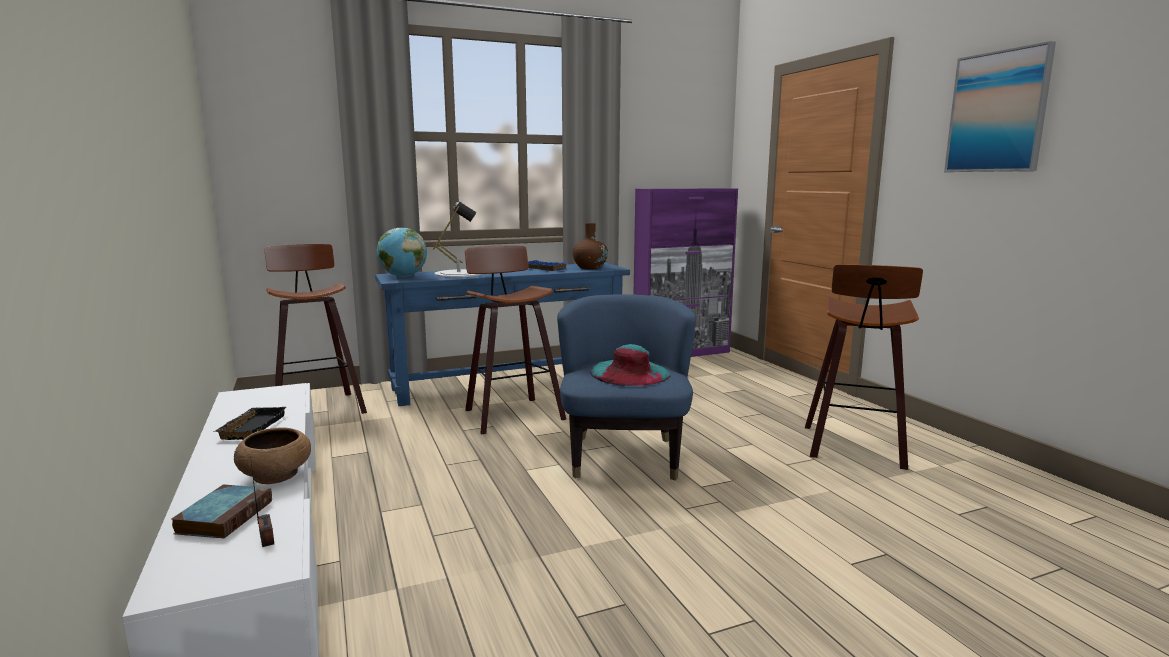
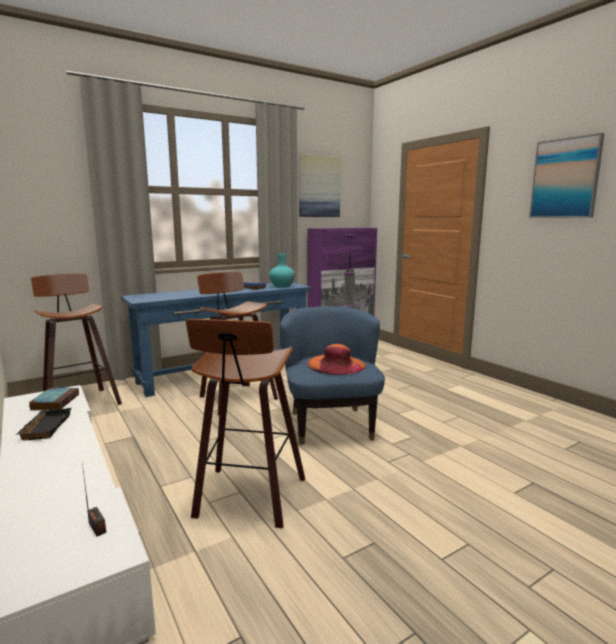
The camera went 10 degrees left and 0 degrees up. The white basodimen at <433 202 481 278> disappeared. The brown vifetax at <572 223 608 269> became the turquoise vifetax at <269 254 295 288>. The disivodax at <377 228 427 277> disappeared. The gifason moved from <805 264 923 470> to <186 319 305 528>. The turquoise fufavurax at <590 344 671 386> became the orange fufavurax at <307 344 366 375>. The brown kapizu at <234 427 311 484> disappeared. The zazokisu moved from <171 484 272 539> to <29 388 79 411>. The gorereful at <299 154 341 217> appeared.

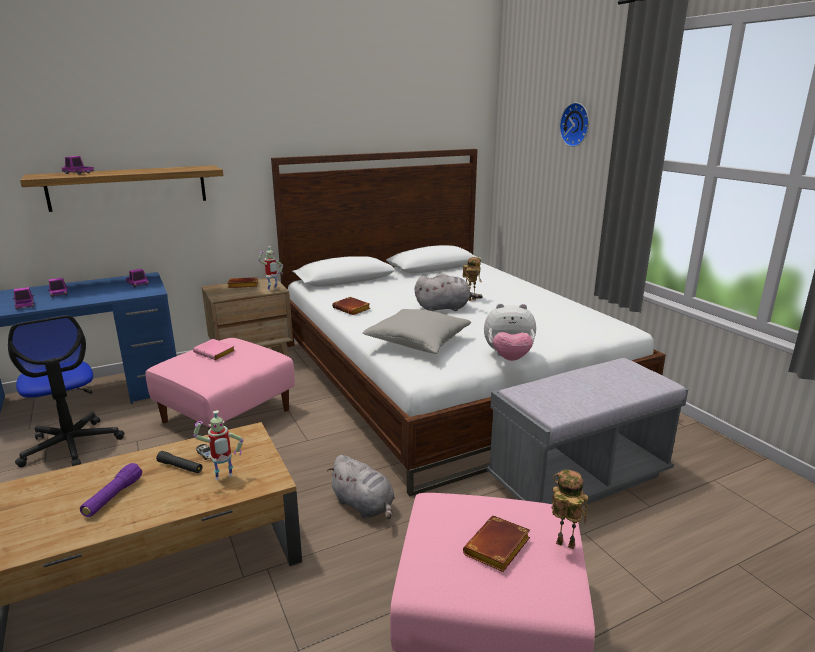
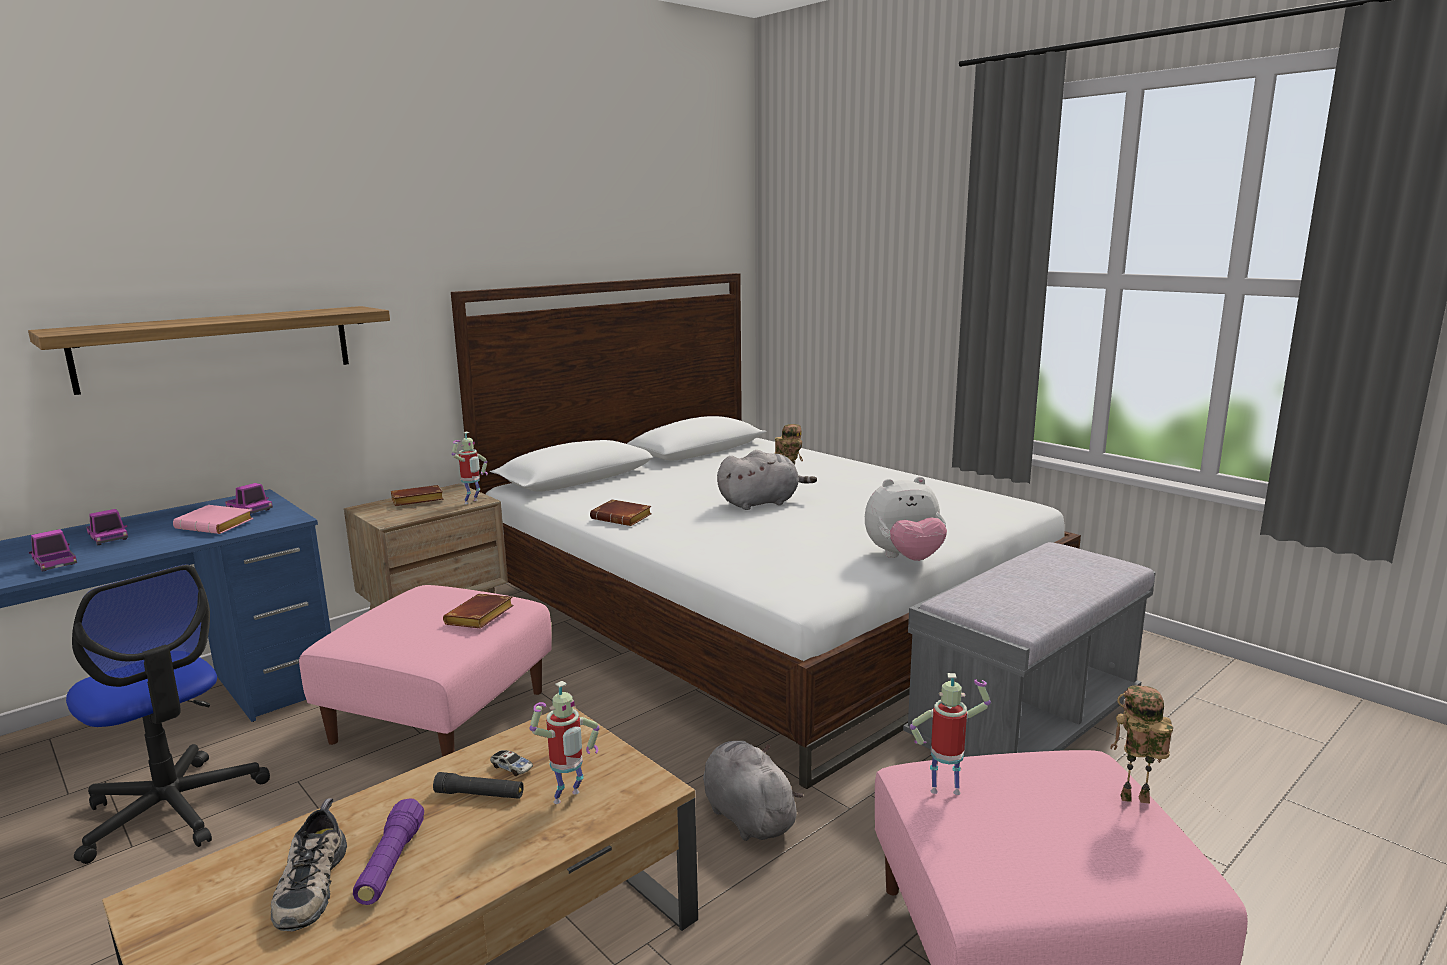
The camera went 15 degrees left and 5 degrees down. The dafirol at <559 102 589 147> disappeared. The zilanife at <62 156 94 175> disappeared. The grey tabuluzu at <362 309 471 354> disappeared. The pink zazokisu moved from <193 339 235 360> to <173 505 253 534>. The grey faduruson at <327 455 395 519> turned 150 degrees counterclockwise. The brown zazokisu moved from <463 516 530 572> to <443 593 514 628>. The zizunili at <910 673 991 795> appeared. The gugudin at <271 798 347 932> appeared.

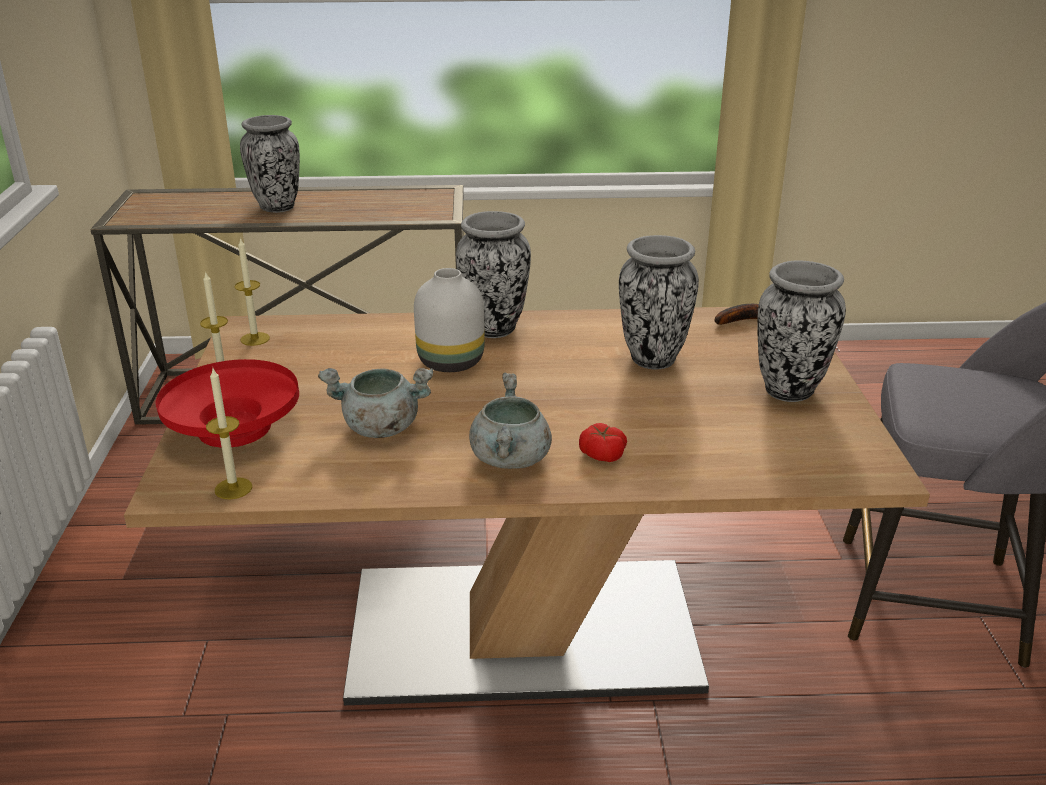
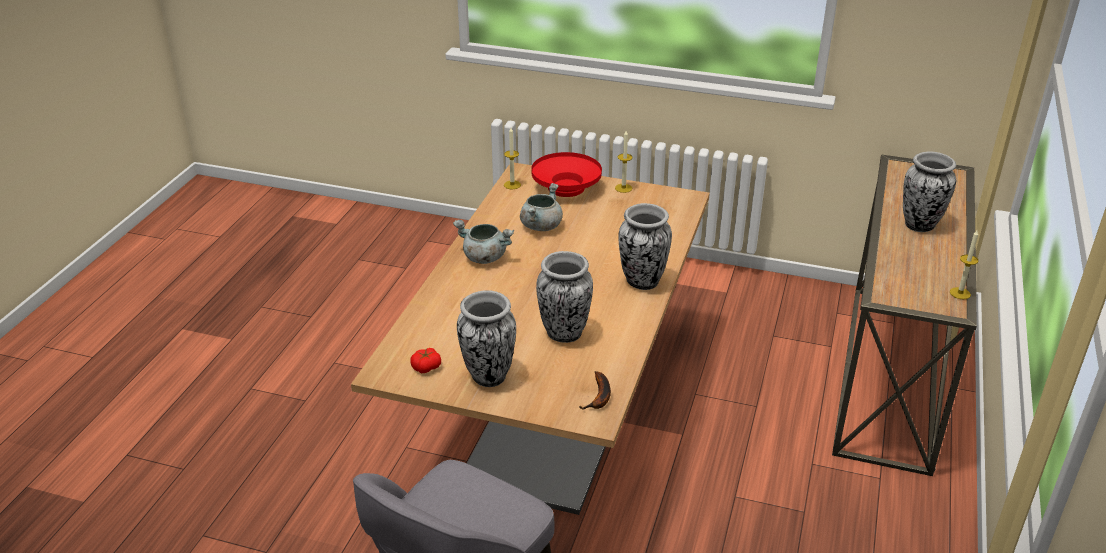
The camera went 110 degrees right and 5 degrees up. The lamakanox moved from <235 237 270 346> to <950 231 978 300>. The white vifetax at <414 268 485 372> disappeared. The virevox moved from <579 423 627 462> to <410 348 441 373>.

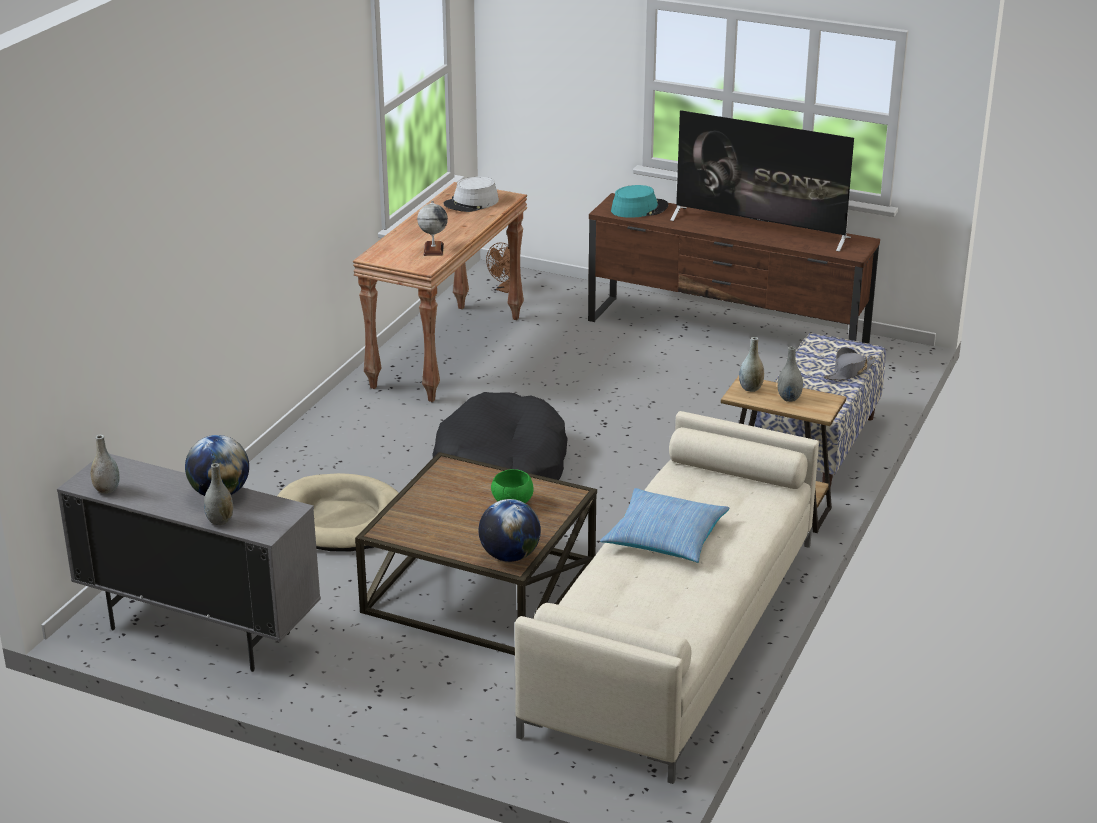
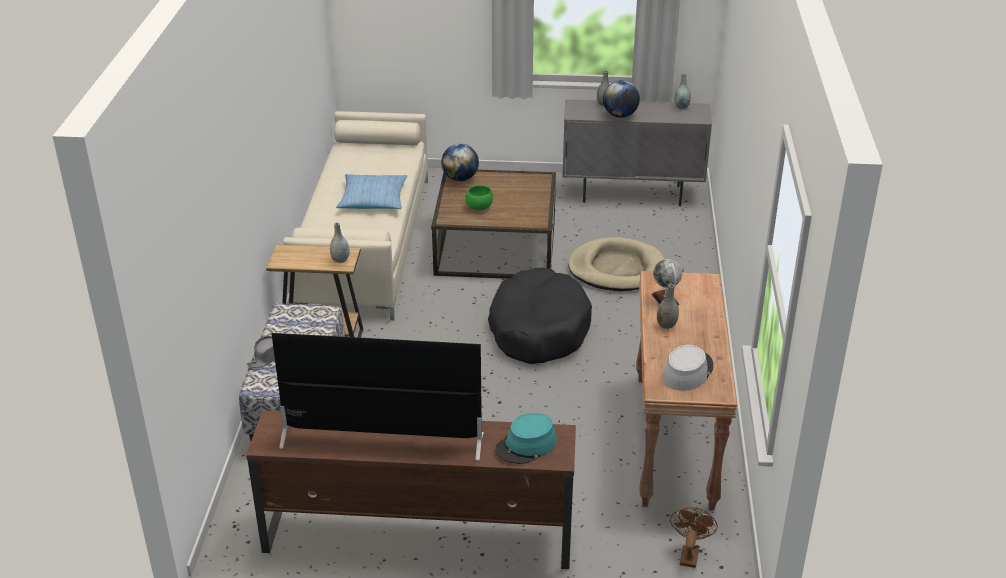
The camera went 160 degrees right and 5 degrees up. The grey vifetax moved from <778 346 803 402> to <657 284 679 329>.

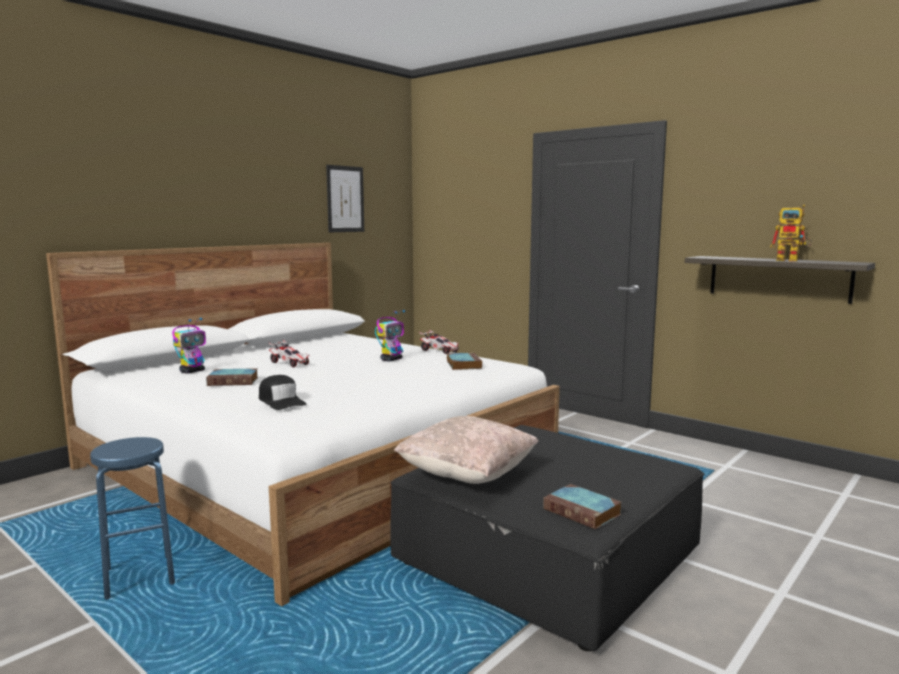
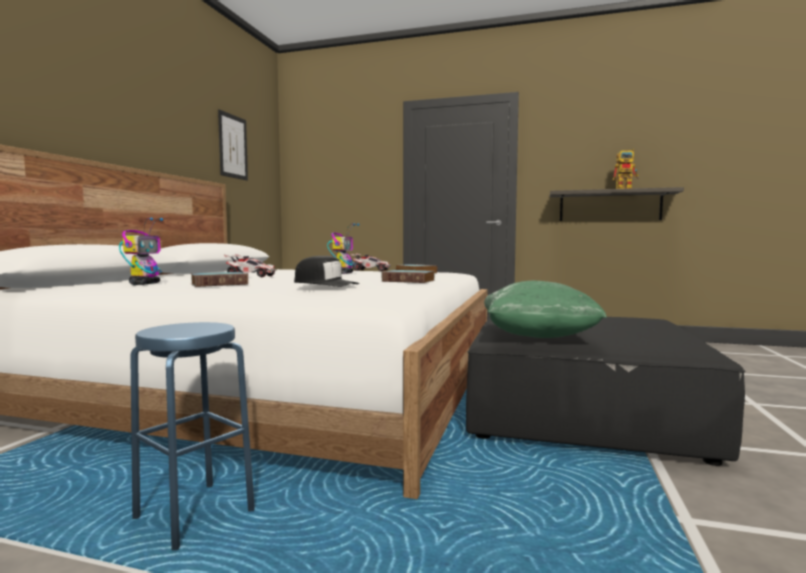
The camera went 25 degrees left and 5 degrees down. The beige tabuluzu at <394 416 539 484> became the green tabuluzu at <484 281 607 338>. The zazokisu moved from <543 484 621 529> to <382 270 435 283>.

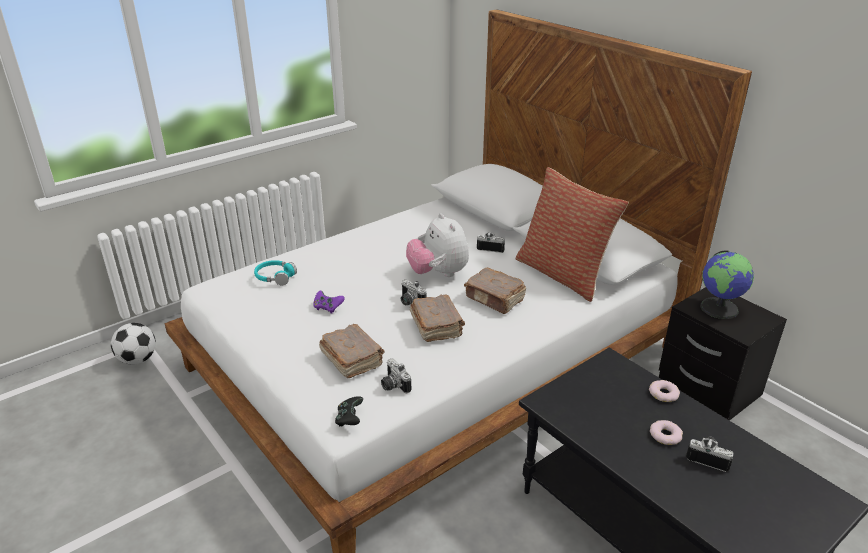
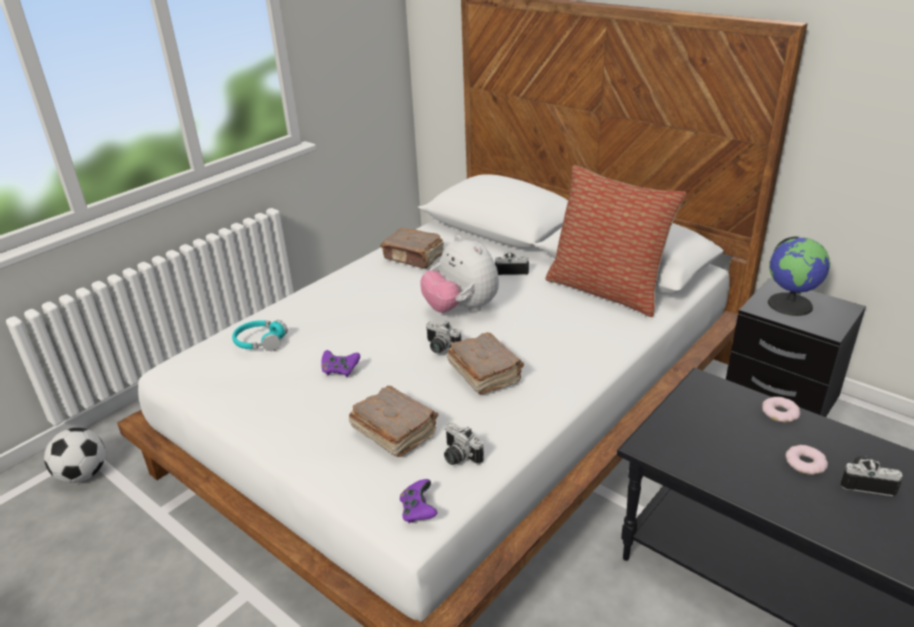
The camera went 10 degrees left and 0 degrees up. The brown zazokisu moved from <464 267 526 314> to <380 228 444 269>. The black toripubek at <335 396 363 427> became the purple toripubek at <400 479 437 523>.

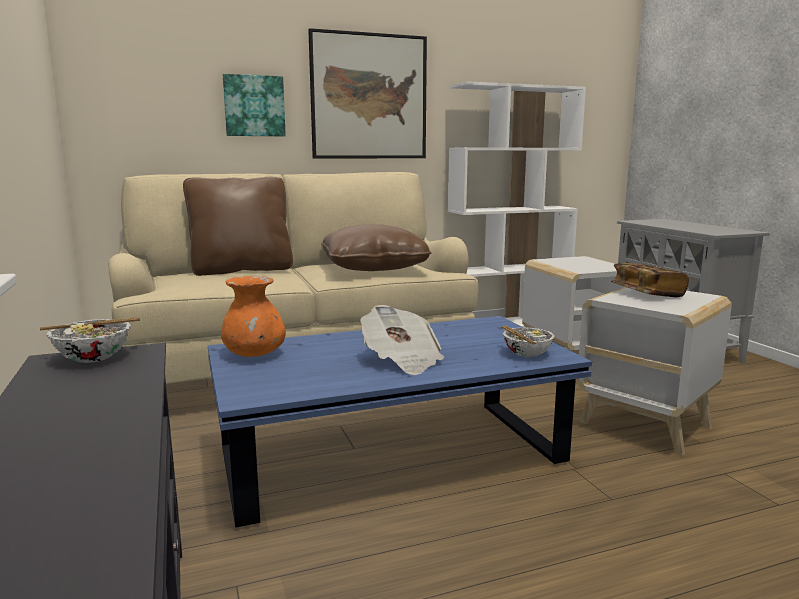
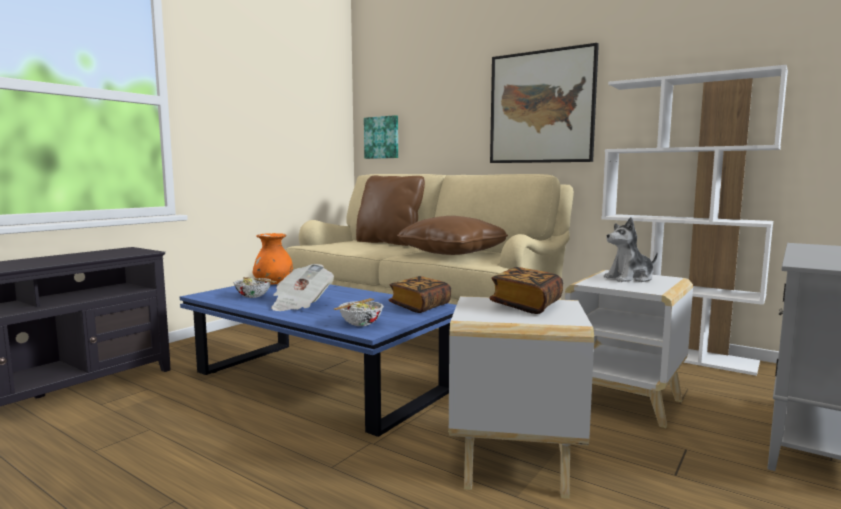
The camera went 55 degrees right and 5 degrees down. The gorereful moved from <223 74 286 137> to <364 115 398 159>. The kapizu moved from <40 317 140 363> to <234 277 277 298>. The faduruson at <604 217 658 282> appeared. The zazokisu at <389 276 451 313> appeared.

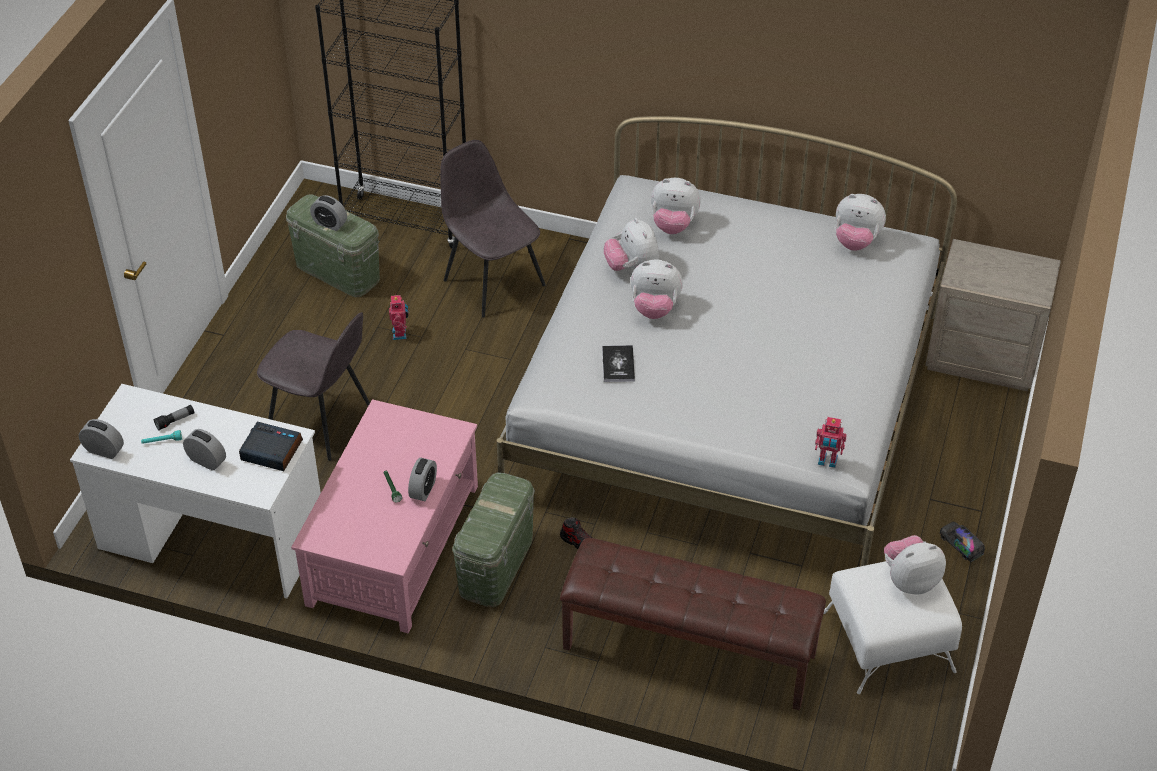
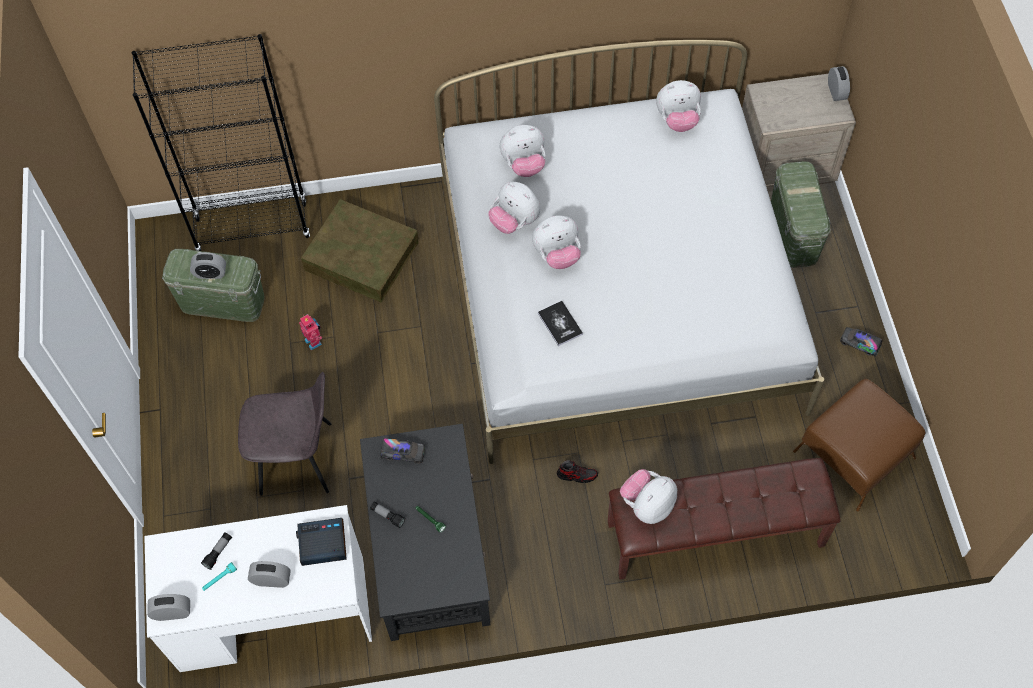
The camera went 25 degrees left and 15 degrees up. The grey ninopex at <440 140 546 318> was replaced by the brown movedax at <301 199 418 302>. The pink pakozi at <291 399 478 633> became the black pakozi at <360 424 491 641>. The zizunili at <815 417 847 468> disappeared. The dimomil moved from <408 457 437 501> to <828 66 850 101>. The green movedax moved from <452 472 535 607> to <771 161 831 268>. The faduruson moved from <884 535 946 595> to <620 469 677 524>. The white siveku at <824 561 962 694> became the brown siveku at <793 379 925 512>. The zilanife at <380 438 425 464> appeared. The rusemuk at <370 501 406 528> appeared.

